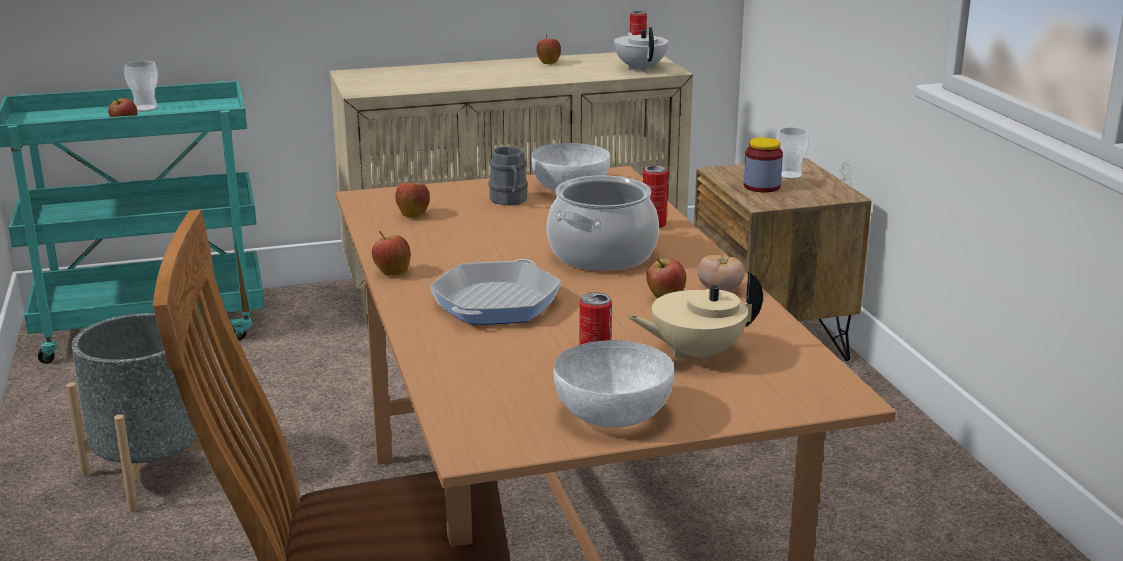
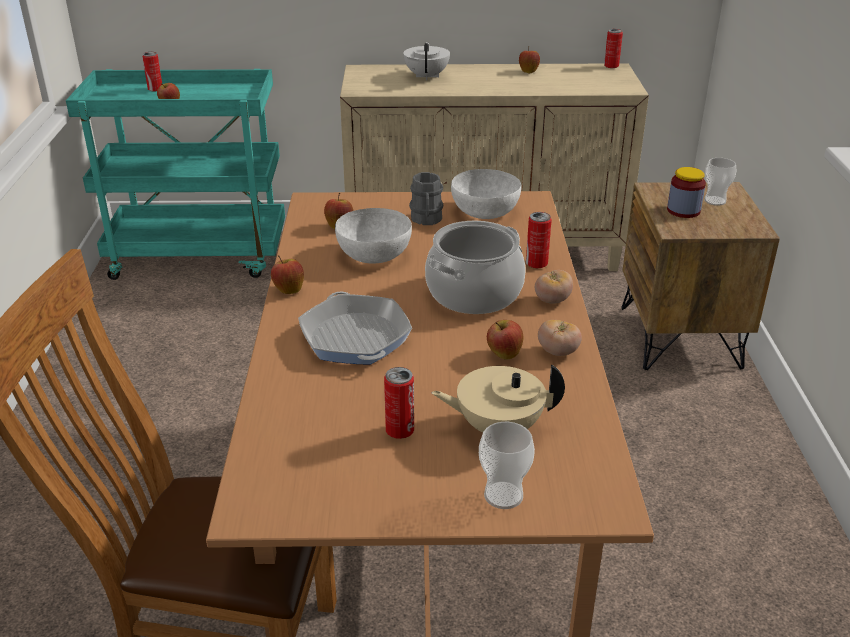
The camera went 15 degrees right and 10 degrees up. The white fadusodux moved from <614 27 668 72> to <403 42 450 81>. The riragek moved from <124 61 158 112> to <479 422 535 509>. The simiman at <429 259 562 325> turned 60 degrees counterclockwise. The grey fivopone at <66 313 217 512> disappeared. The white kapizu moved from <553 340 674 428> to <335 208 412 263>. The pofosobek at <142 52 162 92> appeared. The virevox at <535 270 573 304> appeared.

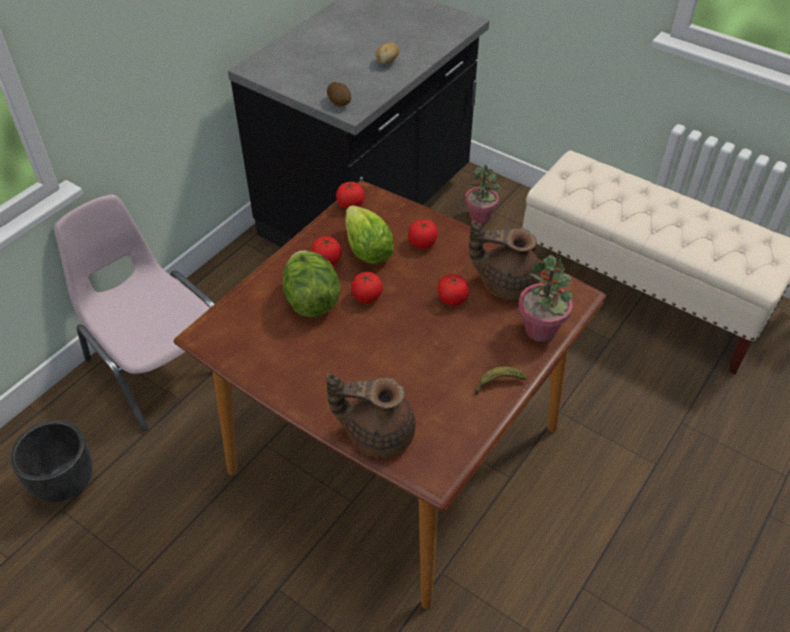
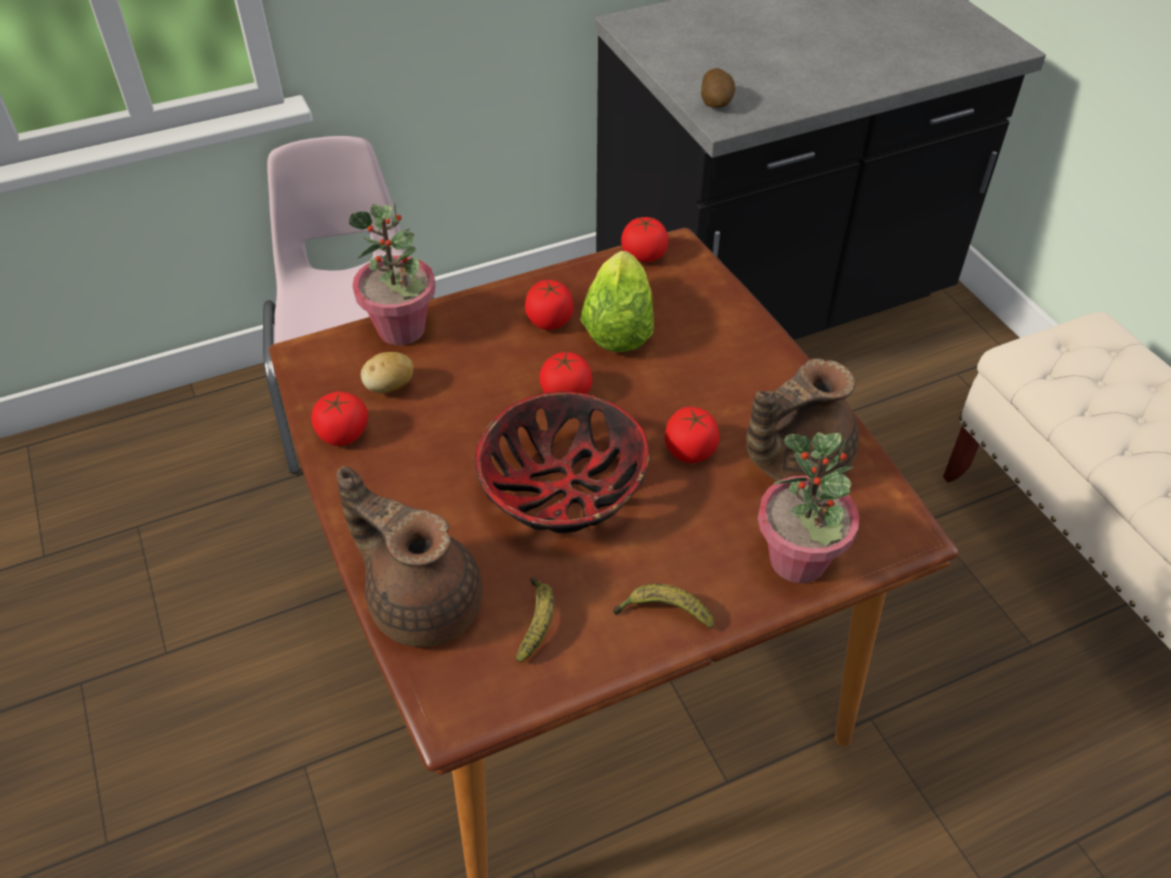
The camera went 30 degrees right and 0 degrees up. The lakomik moved from <376 43 399 65> to <361 352 413 393>. The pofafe moved from <465 165 500 224> to <349 203 436 345>. The virevox moved from <408 219 438 249> to <311 392 368 446>. The brown fadusodux at <469 220 541 300> turned 75 degrees counterclockwise. The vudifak at <282 250 341 317> disappeared. The black fivopone at <10 420 93 502> disappeared. The kapizu at <475 391 650 533> appeared. The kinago at <516 577 554 662> appeared.

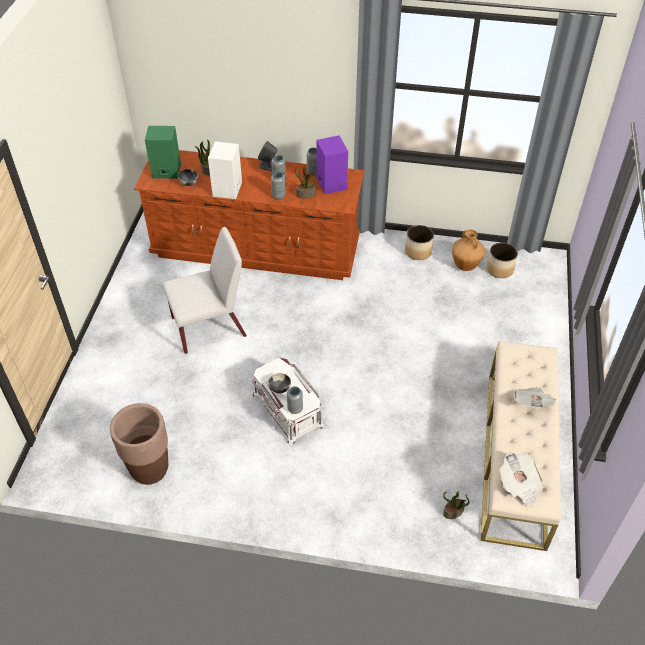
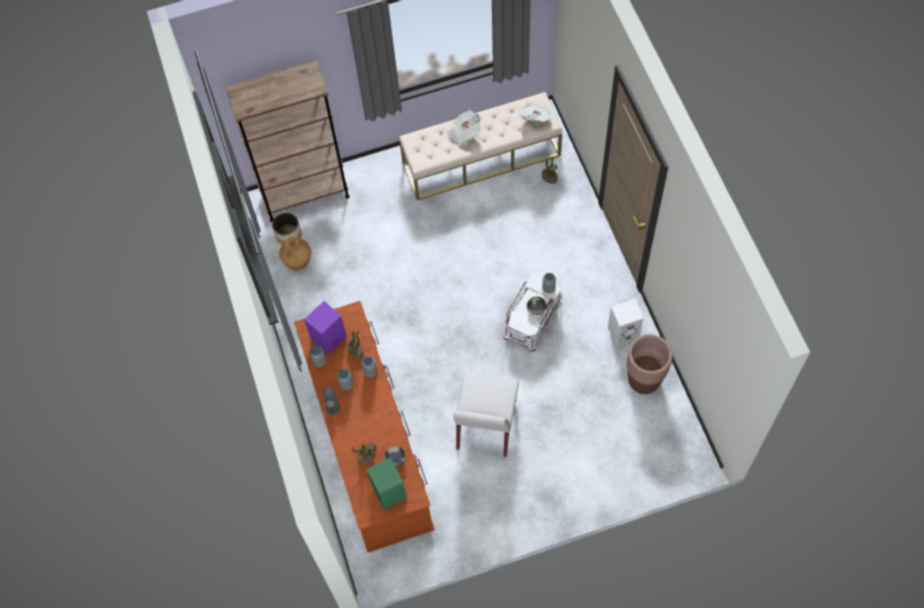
The camera went 115 degrees left and 15 degrees up. The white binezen moved from <208 142 242 199> to <608 299 644 345>. The fivopone at <405 225 434 260> disappeared. The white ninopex at <163 227 247 354> turned 120 degrees counterclockwise. The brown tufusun at <225 60 350 222> appeared.

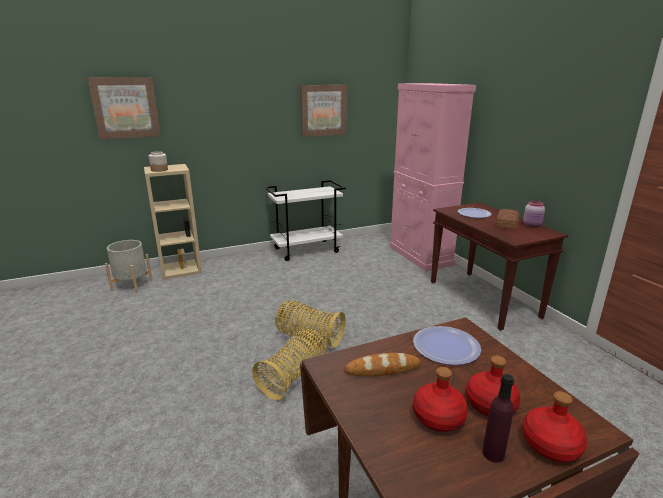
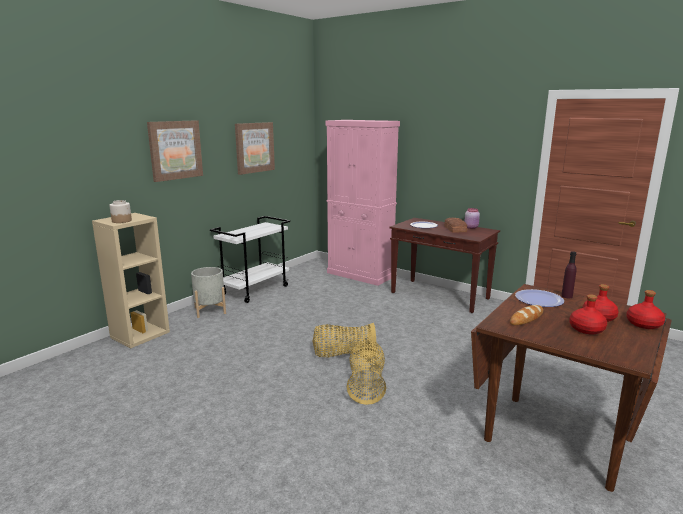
The camera went 30 degrees left and 5 degrees down. The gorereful moved from <87 77 161 139> to <147 120 203 182>. The grey fivopone moved from <105 240 152 293> to <191 267 226 318>. The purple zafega moved from <482 374 514 463> to <561 251 577 298>.

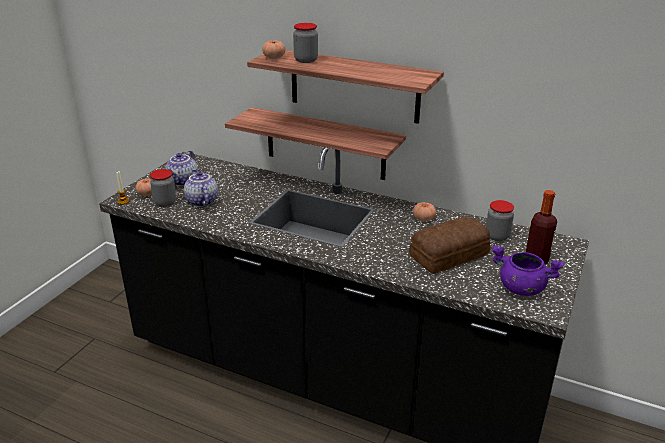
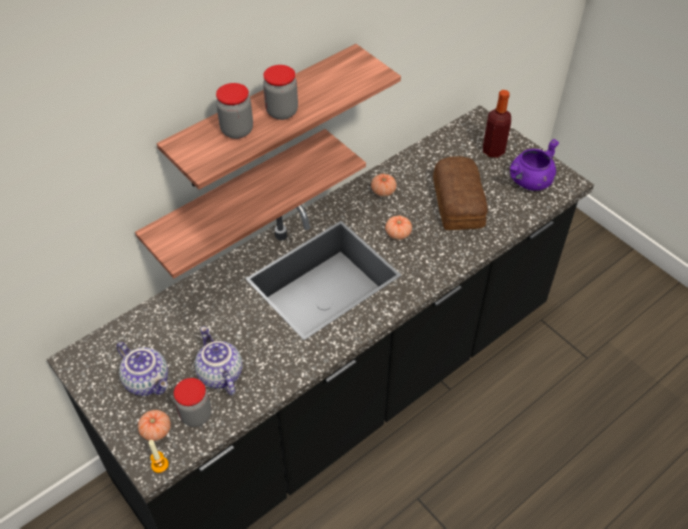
The camera went 65 degrees left and 20 degrees up. The virevox moved from <262 41 285 59> to <385 215 412 240>. The fadusodux at <184 169 218 207> turned 60 degrees clockwise. The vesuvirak moved from <486 200 514 241> to <263 65 298 120>.

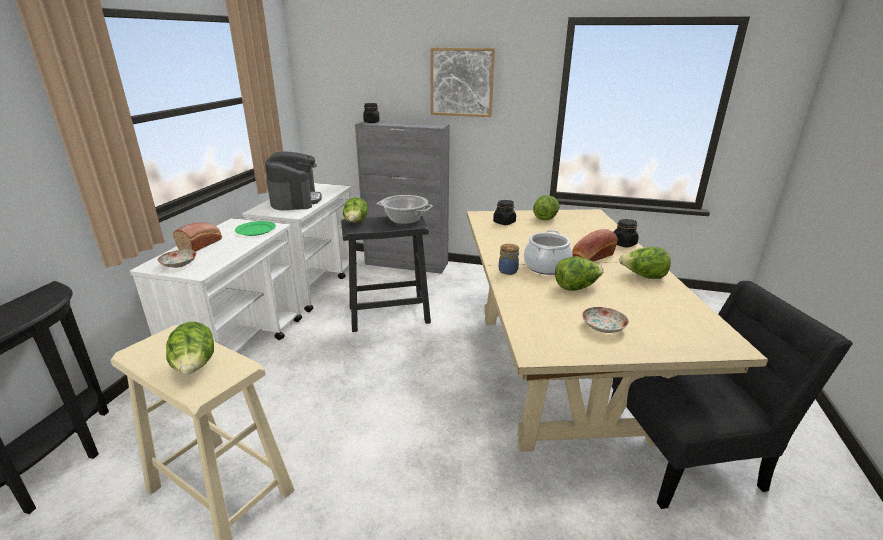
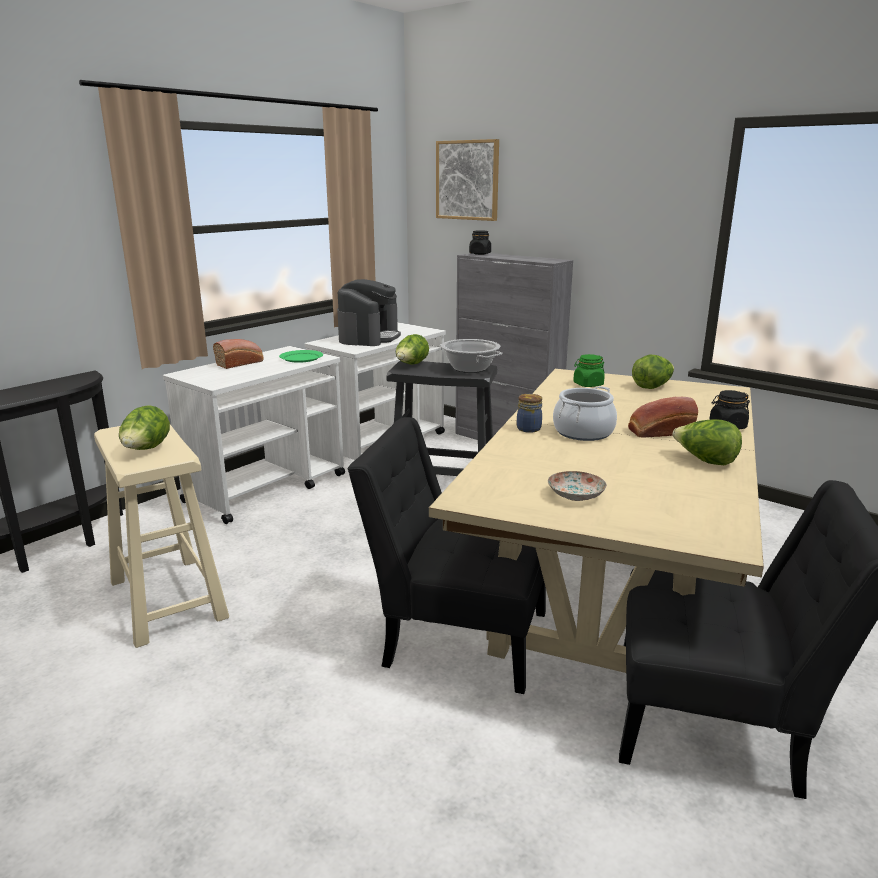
The camera went 25 degrees right and 5 degrees down. The gorereful moved from <430 48 495 117> to <436 139 499 221>. The black vesuvirak at <493 200 516 225> became the green vesuvirak at <573 354 605 387>. The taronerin at <158 250 197 268> disappeared. The vudifak at <555 256 604 291> disappeared. The black ninopex at <348 417 546 694> appeared.

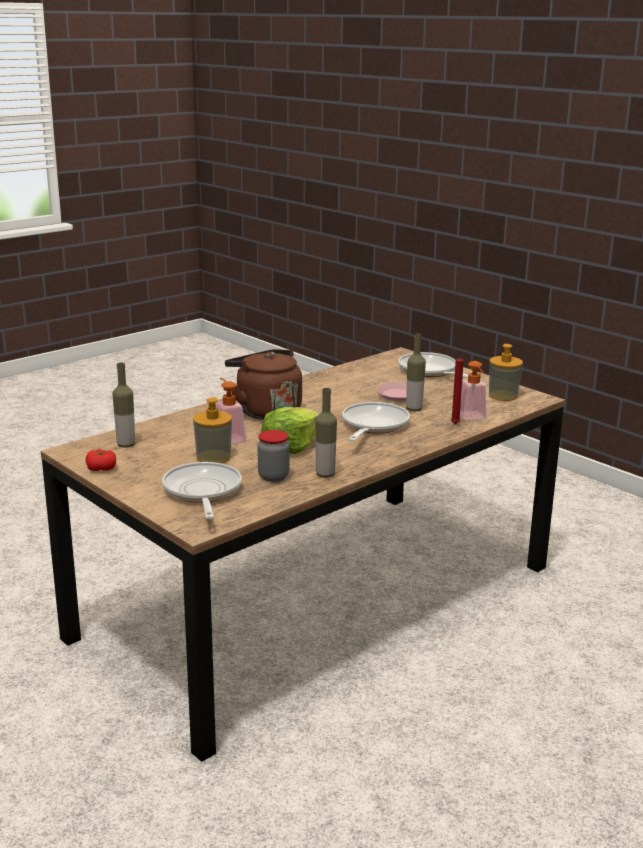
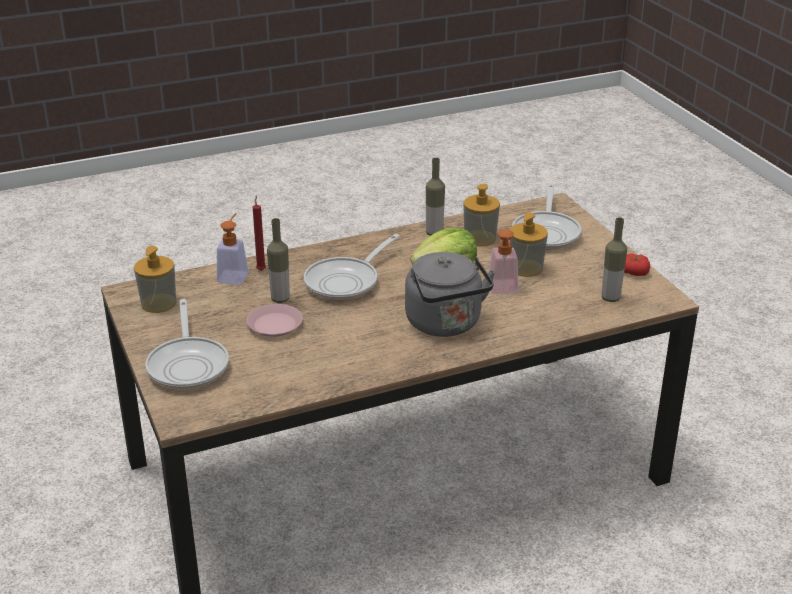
The camera went 160 degrees left and 10 degrees up. The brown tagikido at <225 349 302 420> became the grey tagikido at <405 252 495 337>. The vesuvirak at <258 430 290 482> was replaced by the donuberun at <463 184 500 246>.

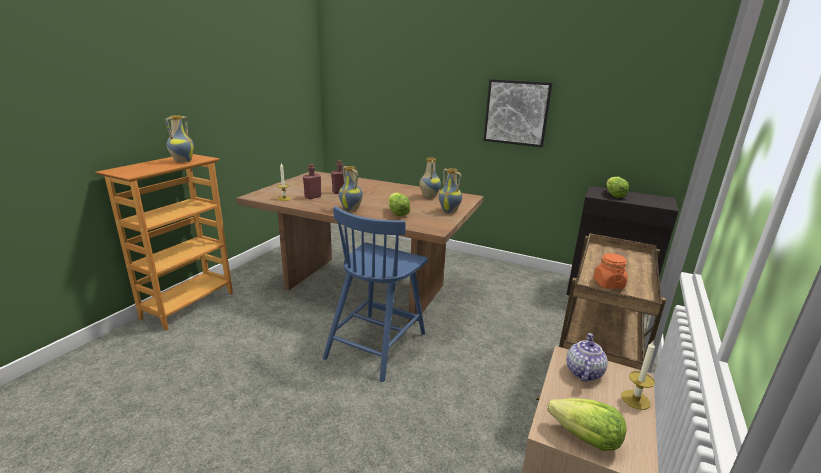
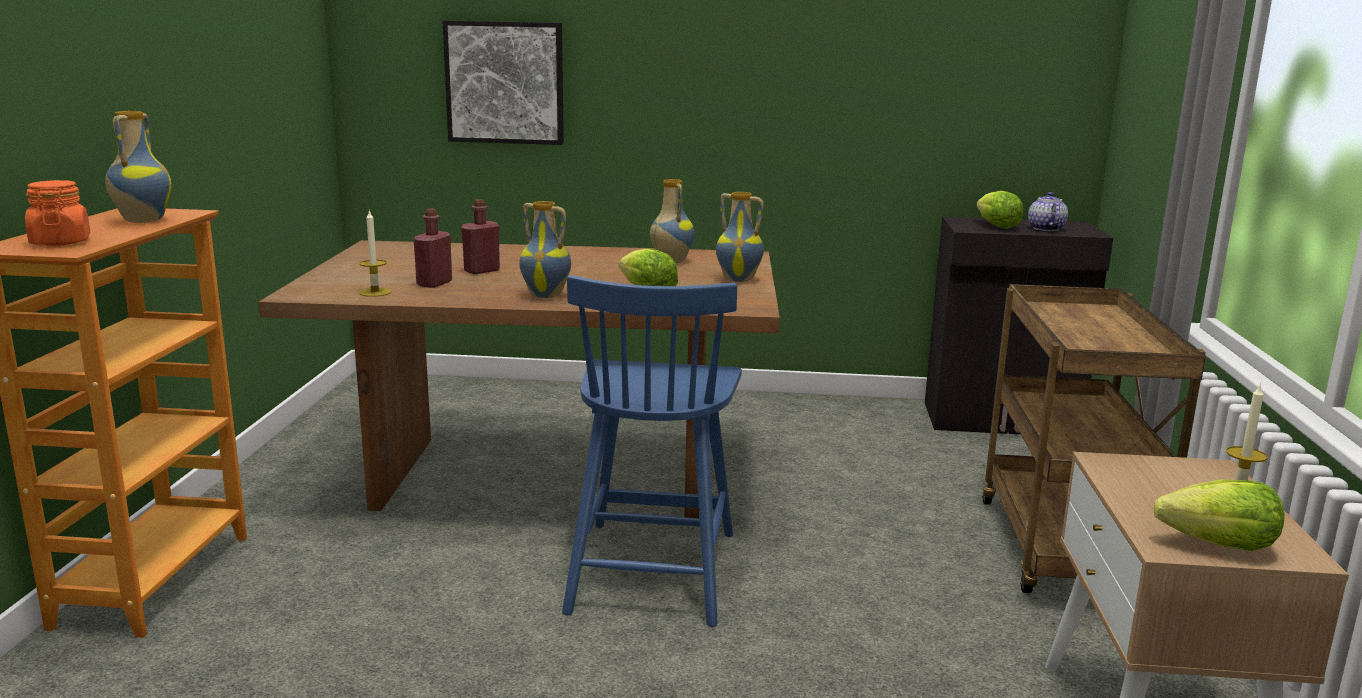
The camera went 20 degrees left and 5 degrees down. The gorereful moved from <483 79 553 147> to <443 20 564 145>. The orange vesuvirak moved from <593 253 628 289> to <25 180 91 246>. The fadusodux moved from <566 333 608 382> to <1028 192 1068 231>.

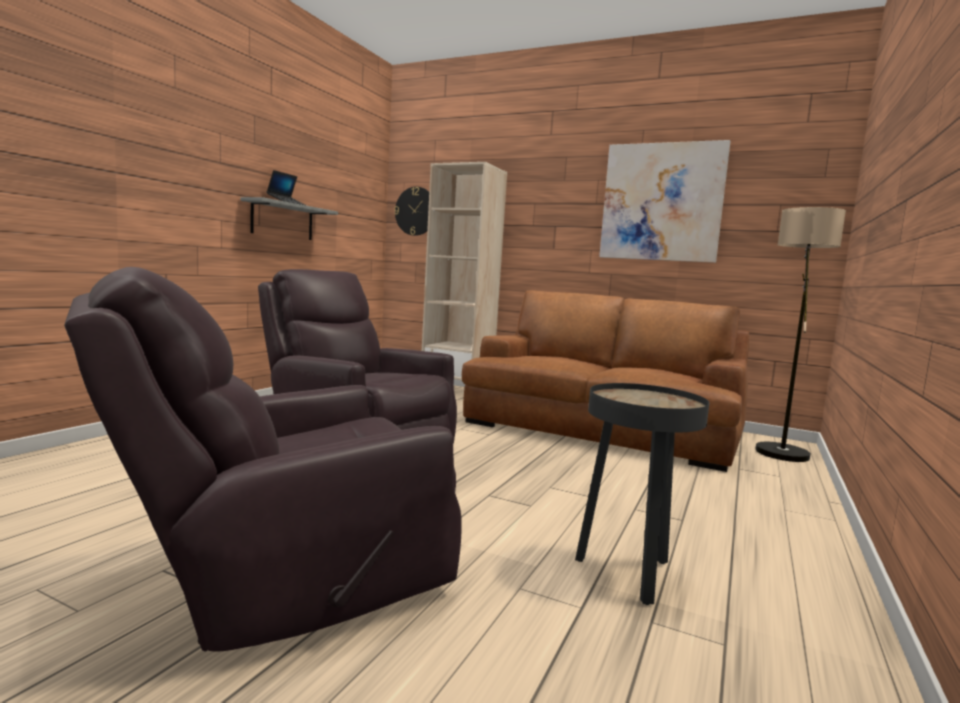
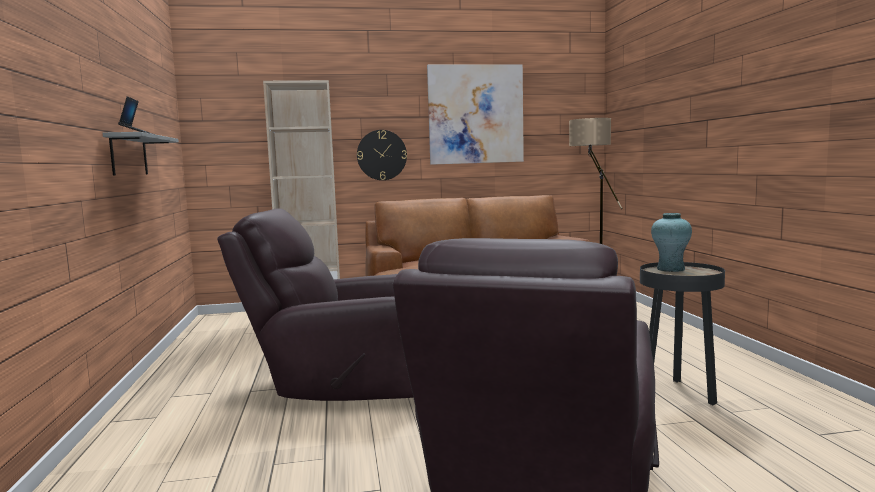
The camera went 35 degrees left and 0 degrees up. The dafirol moved from <394 187 429 236> to <357 130 407 180>. The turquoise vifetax at <651 213 692 272> appeared.

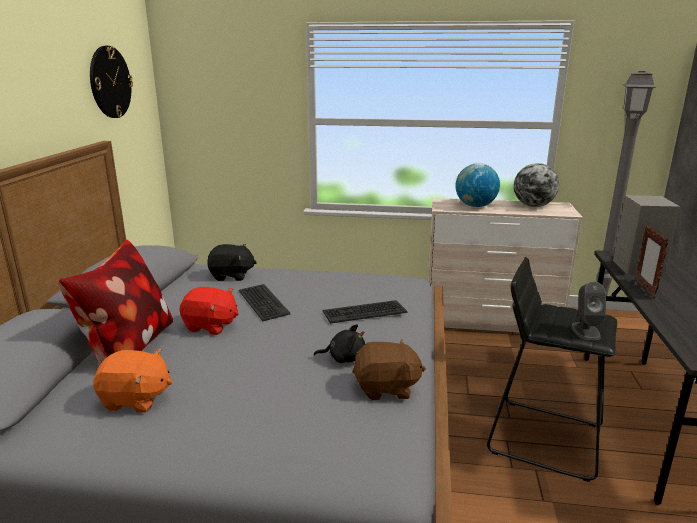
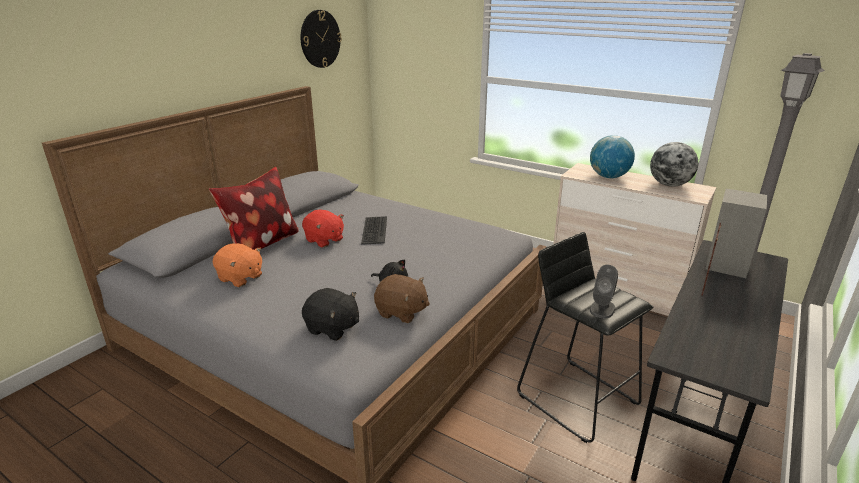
The camera went 25 degrees right and 5 degrees up. The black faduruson moved from <207 244 257 281> to <302 288 359 341>. The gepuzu at <323 300 408 323> disappeared.

